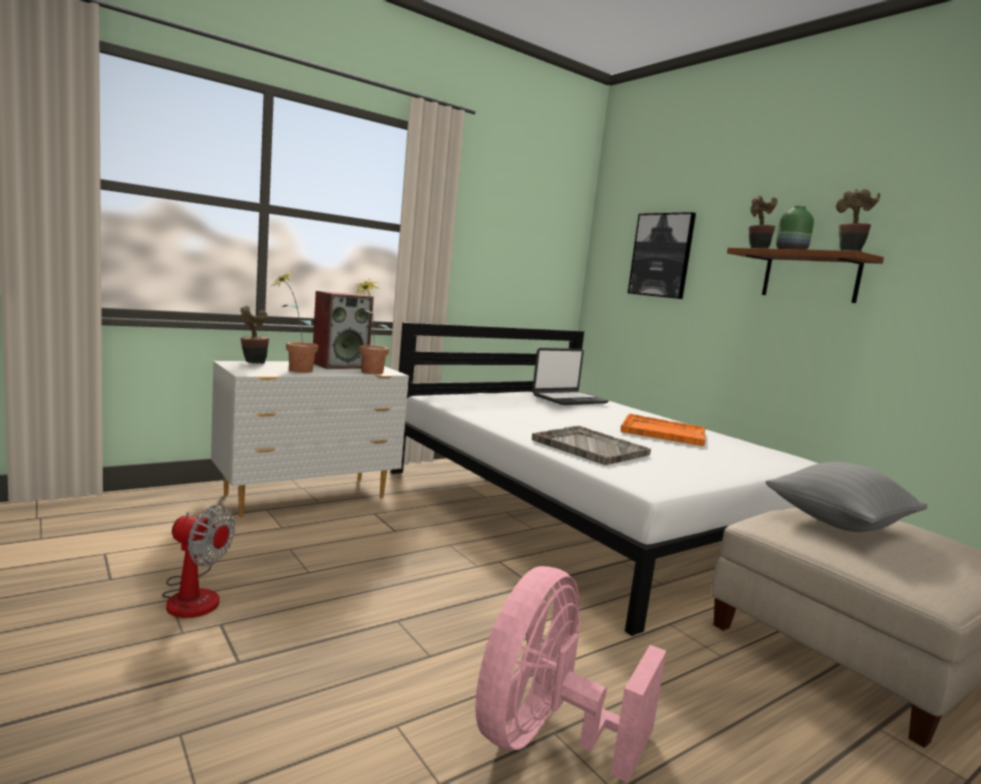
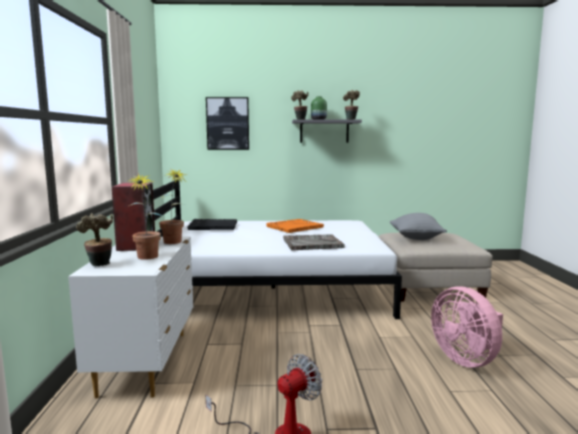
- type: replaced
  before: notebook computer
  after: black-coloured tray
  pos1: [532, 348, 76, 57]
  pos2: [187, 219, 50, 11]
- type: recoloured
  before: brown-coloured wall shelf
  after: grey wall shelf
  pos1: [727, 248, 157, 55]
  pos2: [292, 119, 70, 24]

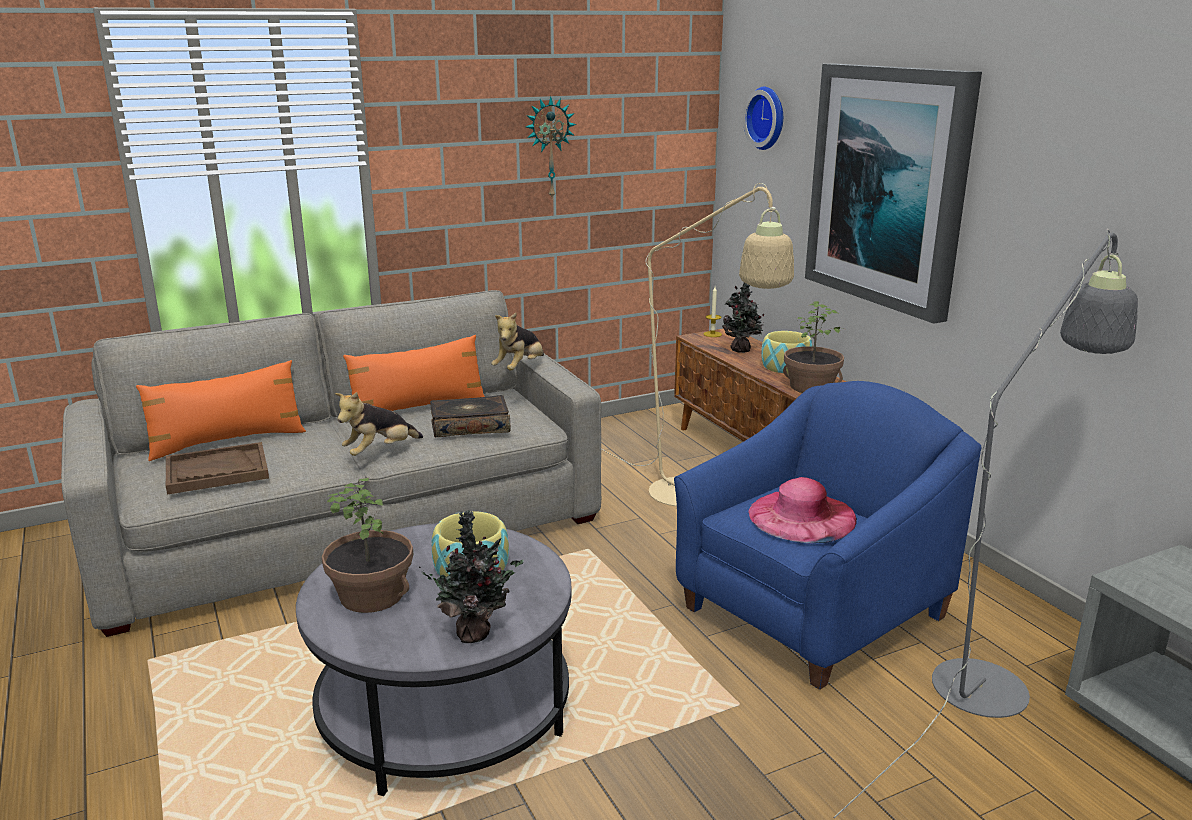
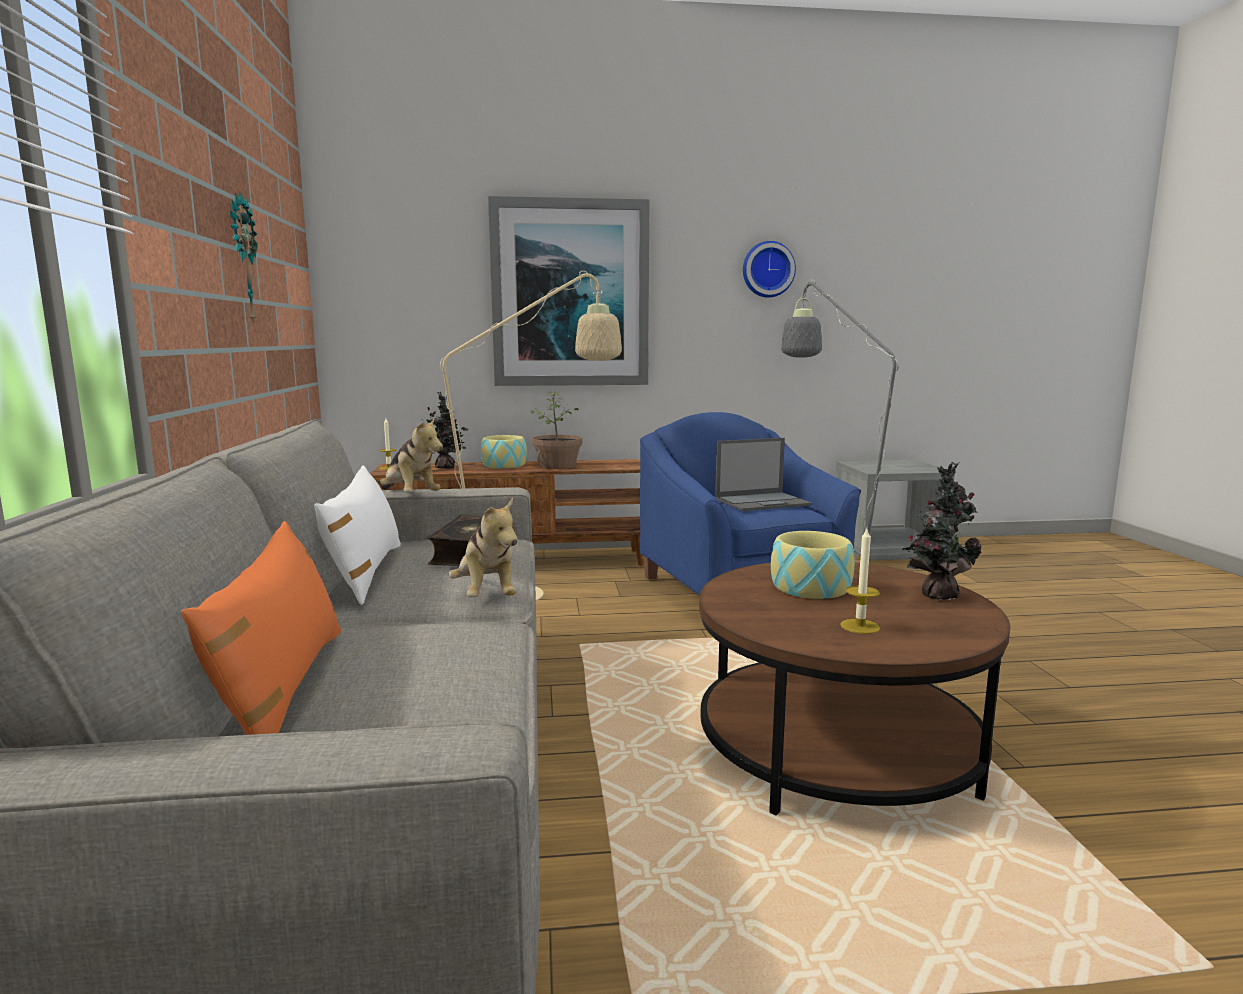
- type: removed
  before: brown-coloured tray
  pos1: [166, 442, 103, 53]
- type: recoloured
  before: grey low table
  after: brown-coloured low table
  pos1: [296, 523, 276, 273]
  pos2: [699, 563, 312, 252]
- type: replaced
  before: plant in a pot
  after: wax candle
  pos1: [322, 478, 91, 135]
  pos2: [840, 529, 40, 105]
- type: recoloured
  before: orangey pillow
  after: whitish pillow
  pos1: [343, 335, 142, 76]
  pos2: [314, 465, 87, 140]
- type: moved
  before: wall clock
  pos1: [743, 87, 40, 63]
  pos2: [743, 241, 53, 57]
- type: replaced
  before: pinkish wearable hat
  after: notebook computer
  pos1: [748, 477, 109, 66]
  pos2: [715, 438, 97, 73]

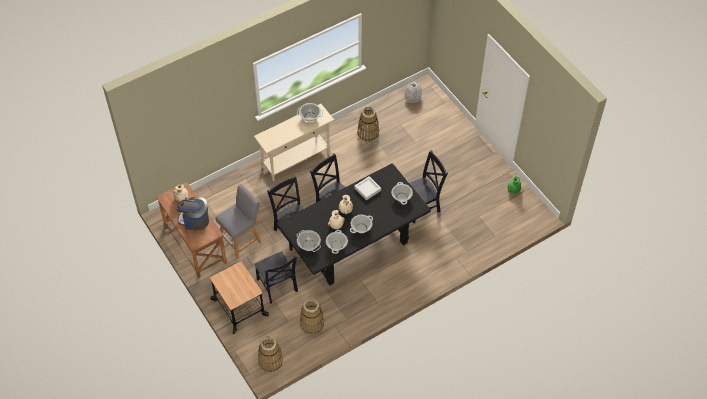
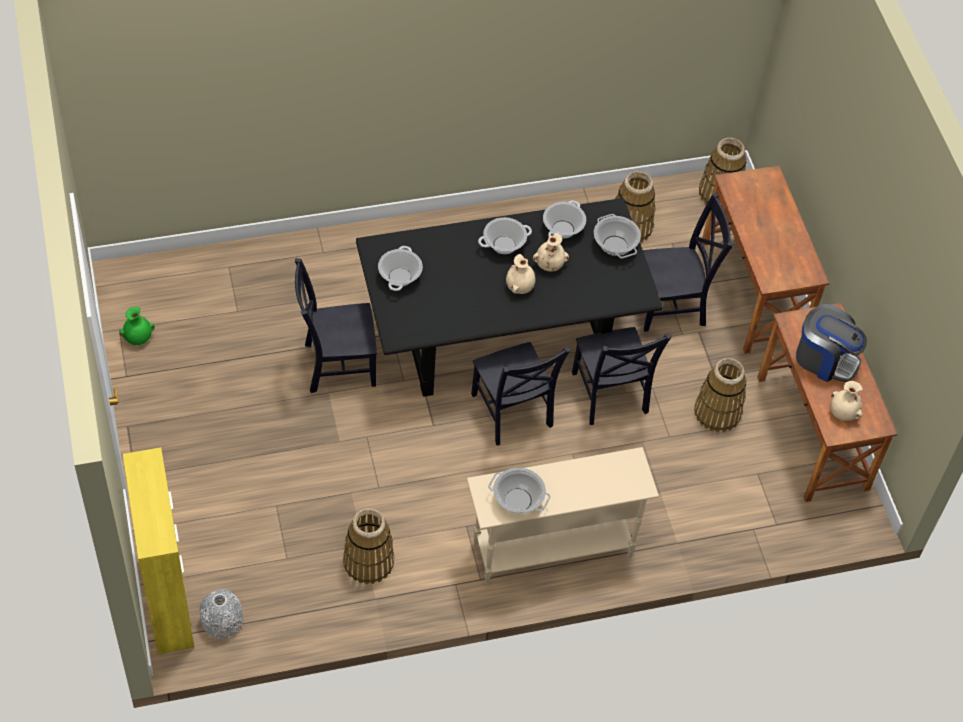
- type: replaced
  before: trolley
  after: brown-coloured desk unit
  pos1: [210, 261, 59, 73]
  pos2: [702, 166, 127, 188]
- type: replaced
  before: grey stool
  after: basket
  pos1: [216, 184, 45, 75]
  pos2: [694, 358, 52, 74]
- type: turned
  before: black-coloured chair
  pos1: [254, 251, 44, 53]
  pos2: [643, 193, 90, 139]
  turn: 90
- type: removed
  before: grey tray
  pos1: [355, 176, 26, 24]
- type: added
  after: yellow-coloured cabinet
  pos2: [123, 447, 71, 207]

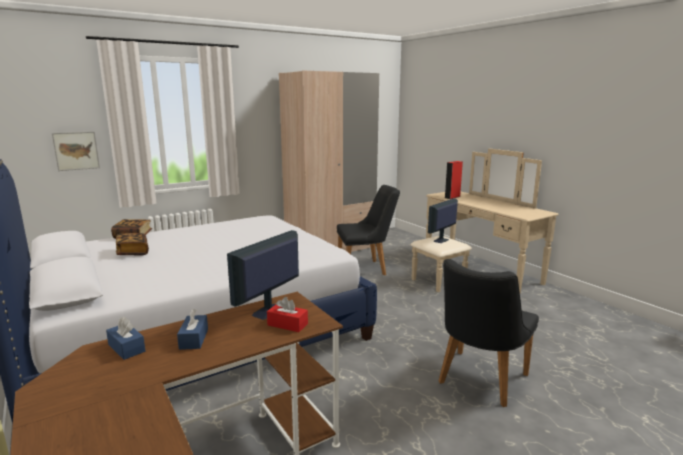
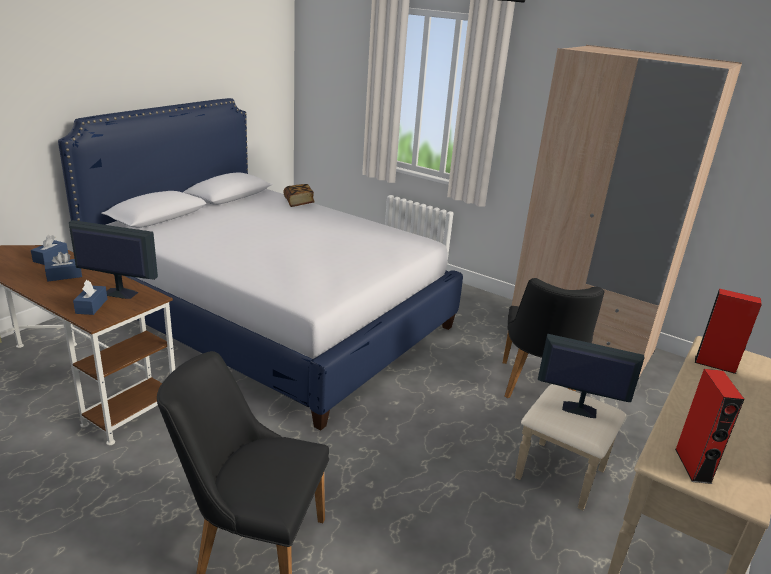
- type: removed
  before: wall picture
  pos1: [52, 132, 48, 39]
- type: removed
  before: book
  pos1: [116, 233, 33, 23]
- type: recoloured
  before: red tissue box
  after: blue-coloured tissue box
  pos1: [267, 297, 41, 35]
  pos2: [73, 280, 34, 35]
- type: turned
  before: black-coloured chair
  pos1: [337, 185, 63, 90]
  pos2: [503, 278, 101, 120]
  turn: 45
- type: added
  after: red loudspeaker
  pos2: [675, 369, 69, 115]

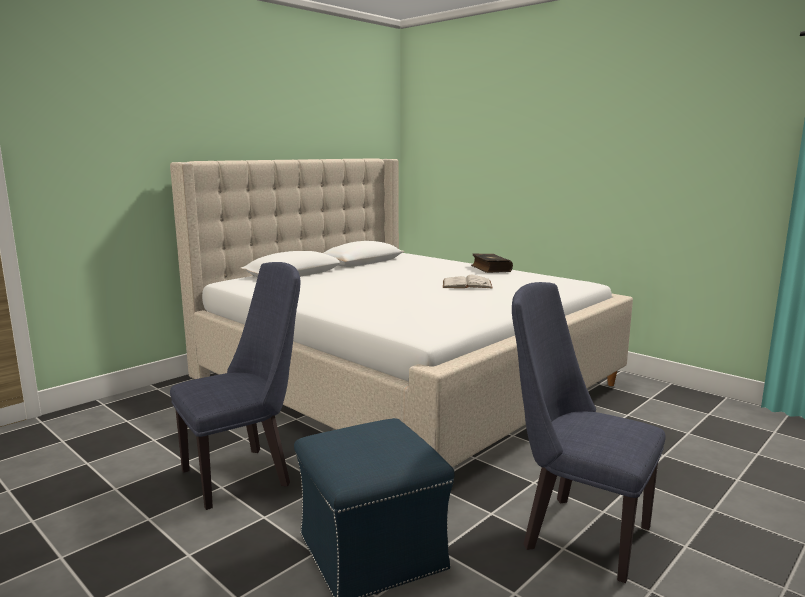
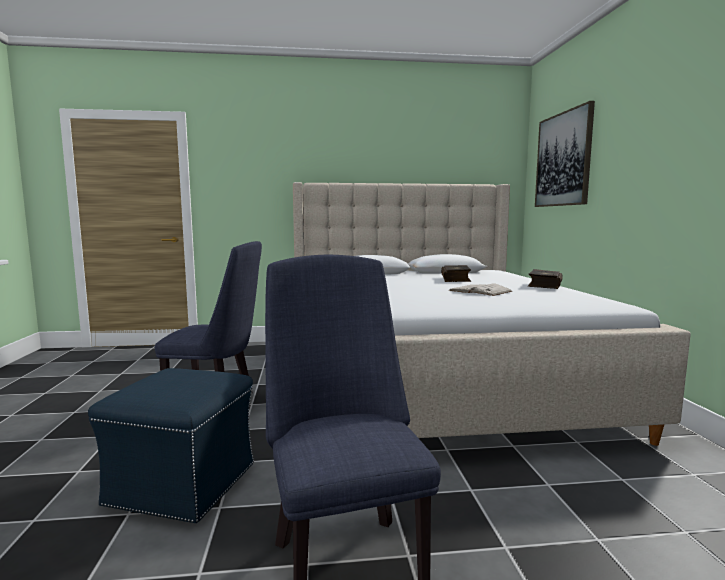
- type: added
  after: book
  pos2: [441, 265, 30, 17]
- type: added
  after: wall picture
  pos2: [535, 101, 60, 106]

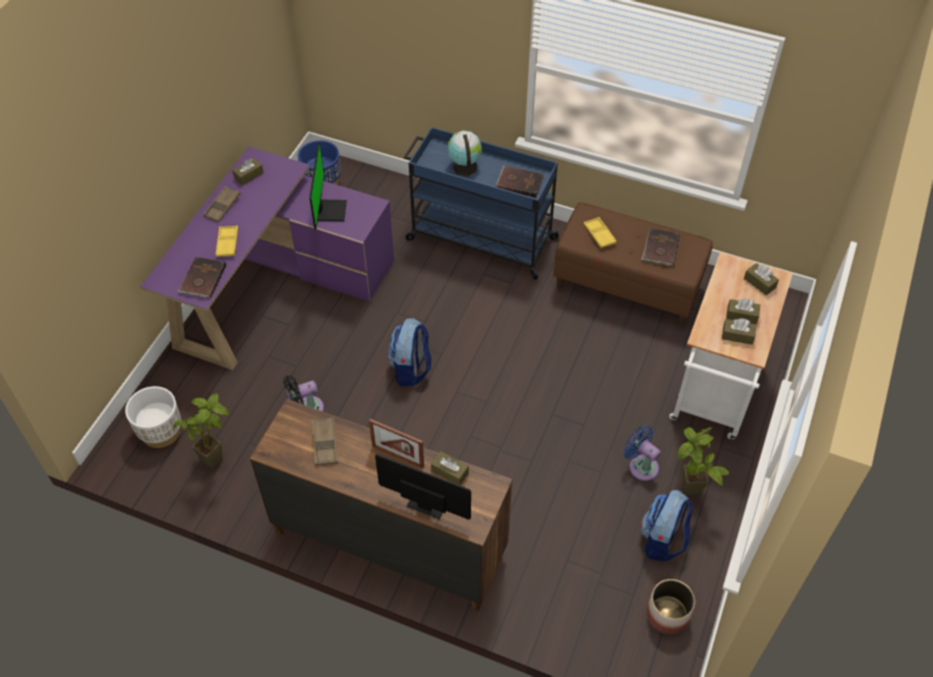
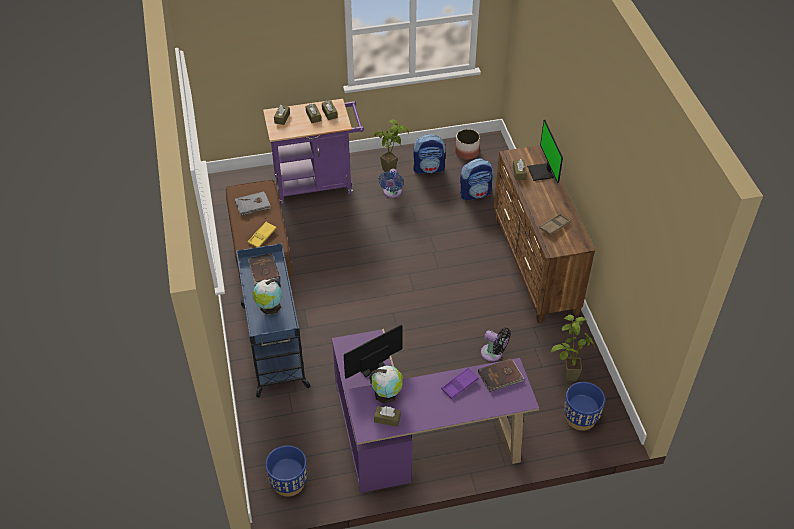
- type: recoloured
  before: whitish plant pot
  after: blue-coloured plant pot
  pos1: [125, 386, 56, 62]
  pos2: [564, 382, 41, 49]
- type: removed
  before: brown-coloured tray
  pos1: [203, 186, 38, 37]
- type: recoloured
  before: yellow-coloured tray
  after: purple-coloured tray
  pos1: [215, 225, 23, 32]
  pos2: [441, 368, 38, 31]
- type: removed
  before: standing frame
  pos1: [369, 419, 55, 49]
- type: moved
  before: rucksack
  pos1: [388, 318, 43, 68]
  pos2: [460, 158, 33, 42]
- type: recoloured
  before: brown-coloured book
  after: grey book
  pos1: [641, 228, 39, 39]
  pos2: [235, 191, 36, 25]
- type: recoloured
  before: whitish trolley
  after: purple-coloured trolley
  pos1: [669, 252, 124, 188]
  pos2: [263, 99, 101, 106]
- type: added
  after: globe
  pos2: [369, 365, 34, 39]

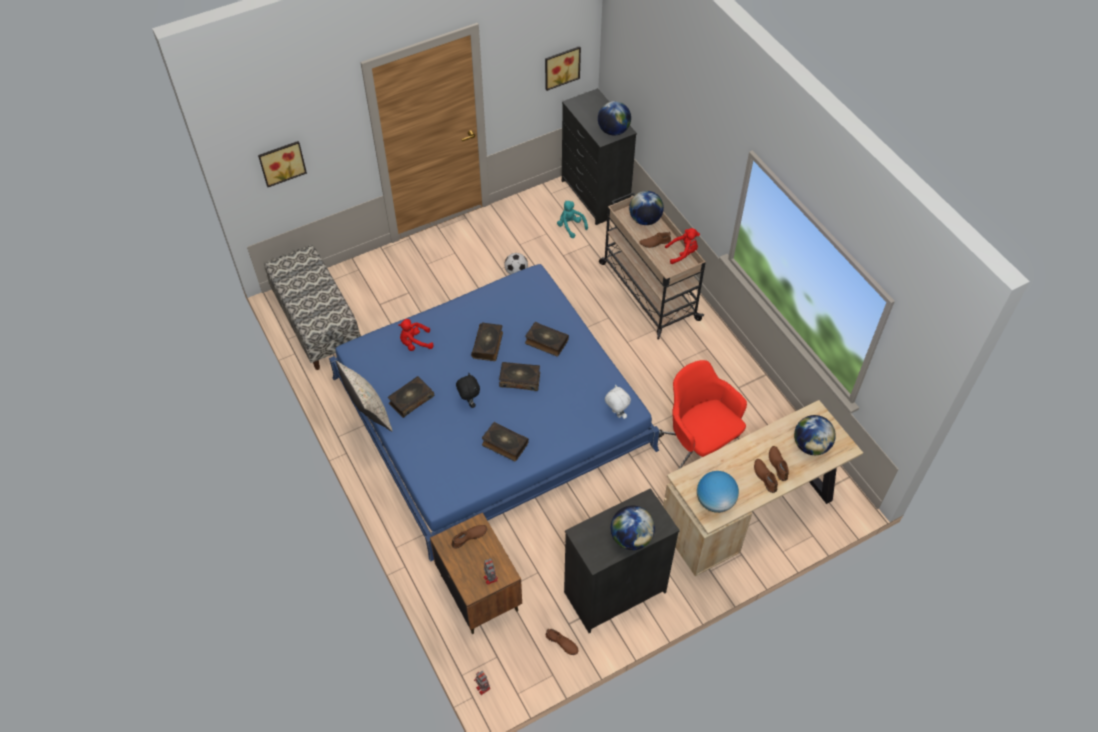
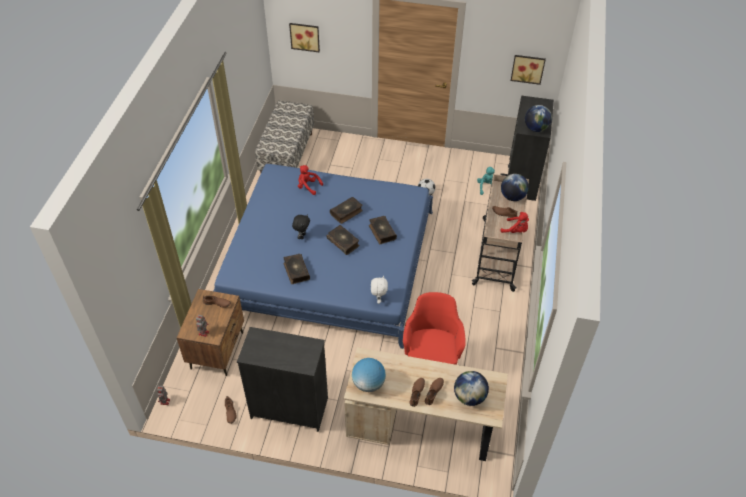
- type: removed
  before: sand-coloured pillow
  pos1: [336, 361, 57, 70]
- type: removed
  before: book
  pos1: [388, 376, 46, 42]
- type: removed
  before: globe
  pos1: [611, 506, 44, 44]

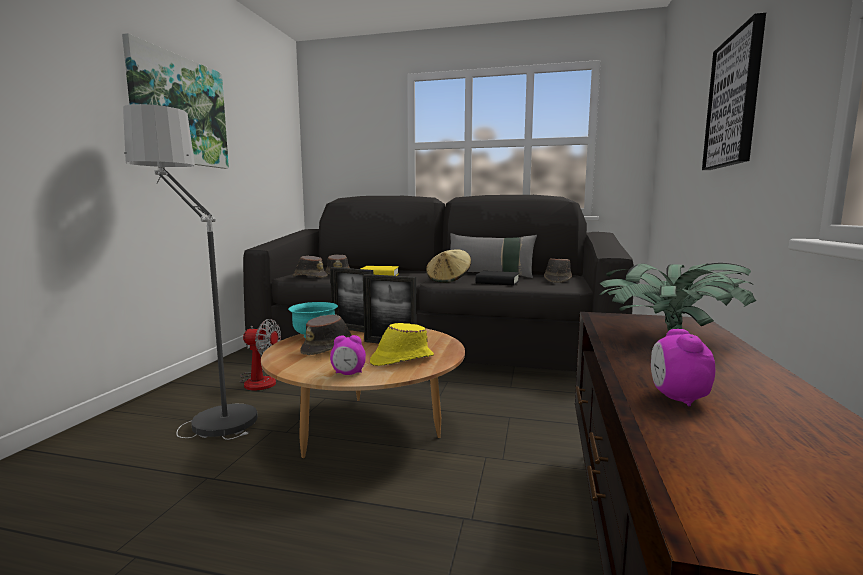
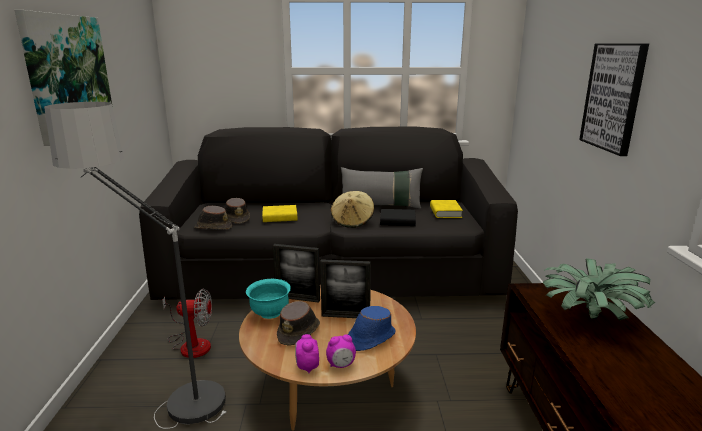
- type: recoloured
  before: yellow-coloured wearable hat
  after: blue-coloured wearable hat
  pos1: [370, 323, 64, 43]
  pos2: [348, 306, 48, 45]
- type: replaced
  before: brown-coloured wearable hat
  after: yellow-coloured book
  pos1: [544, 258, 28, 25]
  pos2: [430, 200, 33, 18]
- type: moved
  before: alarm clock
  pos1: [651, 329, 64, 78]
  pos2: [295, 334, 24, 39]

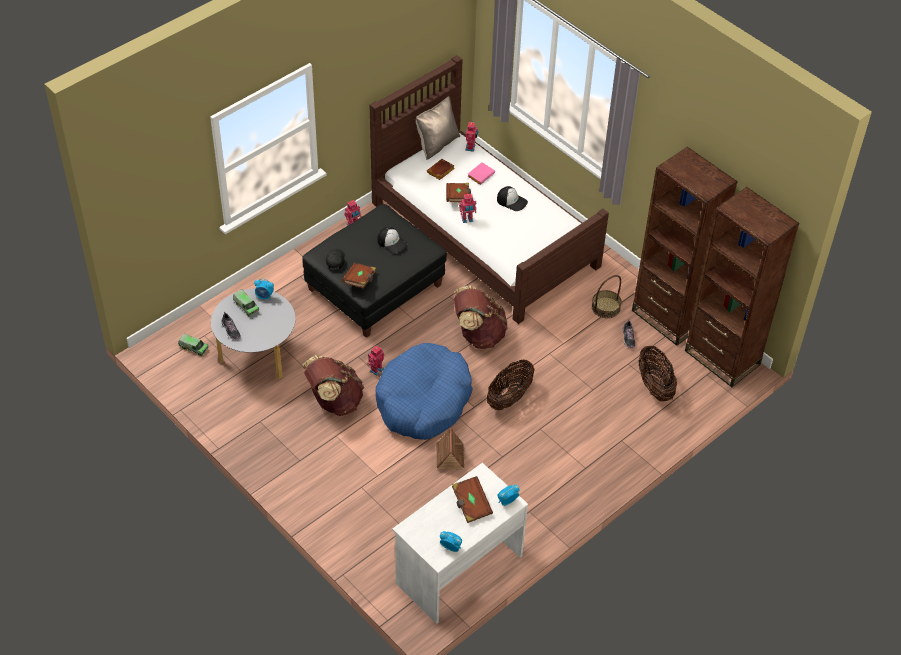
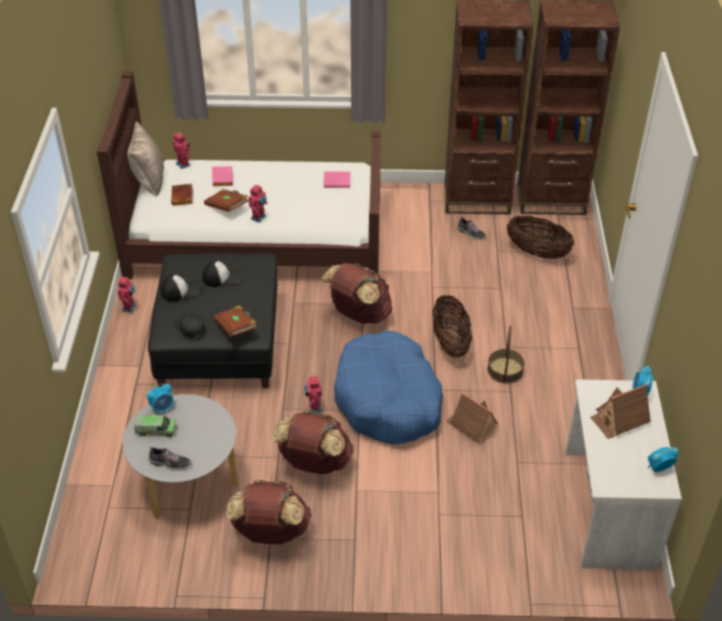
- type: removed
  before: toy truck
  pos1: [178, 334, 31, 22]
- type: replaced
  before: brown-coloured book
  after: model house
  pos1: [452, 476, 41, 47]
  pos2: [590, 384, 61, 55]
- type: moved
  before: cap
  pos1: [497, 186, 31, 25]
  pos2: [161, 275, 40, 27]
- type: moved
  before: basket
  pos1: [592, 275, 30, 43]
  pos2: [487, 325, 38, 59]
- type: added
  after: brown-coloured rucksack
  pos2: [226, 480, 86, 64]
- type: added
  after: pinkish book
  pos2: [324, 172, 26, 16]

